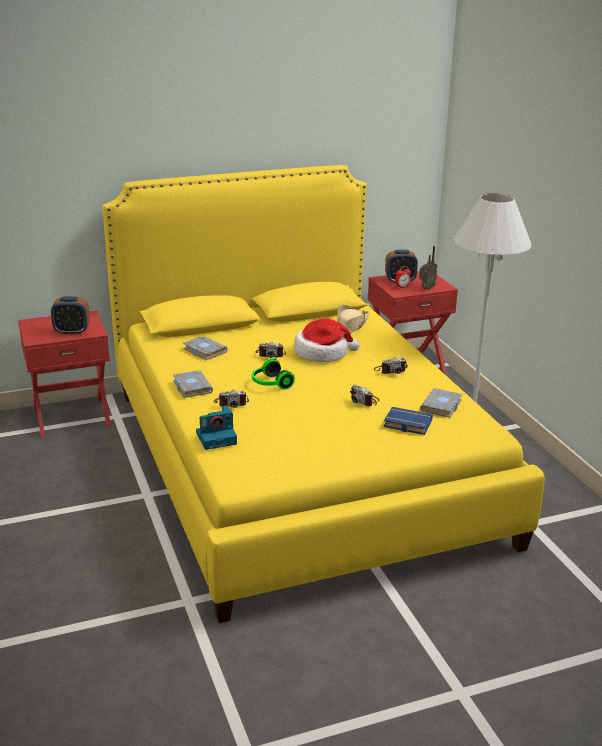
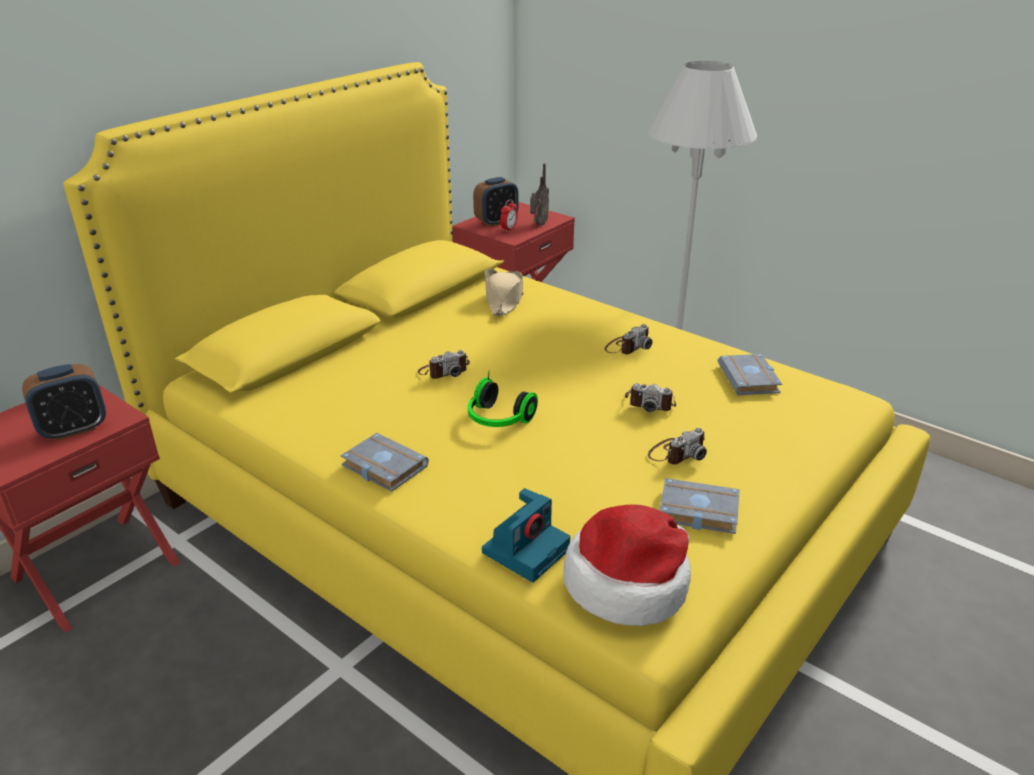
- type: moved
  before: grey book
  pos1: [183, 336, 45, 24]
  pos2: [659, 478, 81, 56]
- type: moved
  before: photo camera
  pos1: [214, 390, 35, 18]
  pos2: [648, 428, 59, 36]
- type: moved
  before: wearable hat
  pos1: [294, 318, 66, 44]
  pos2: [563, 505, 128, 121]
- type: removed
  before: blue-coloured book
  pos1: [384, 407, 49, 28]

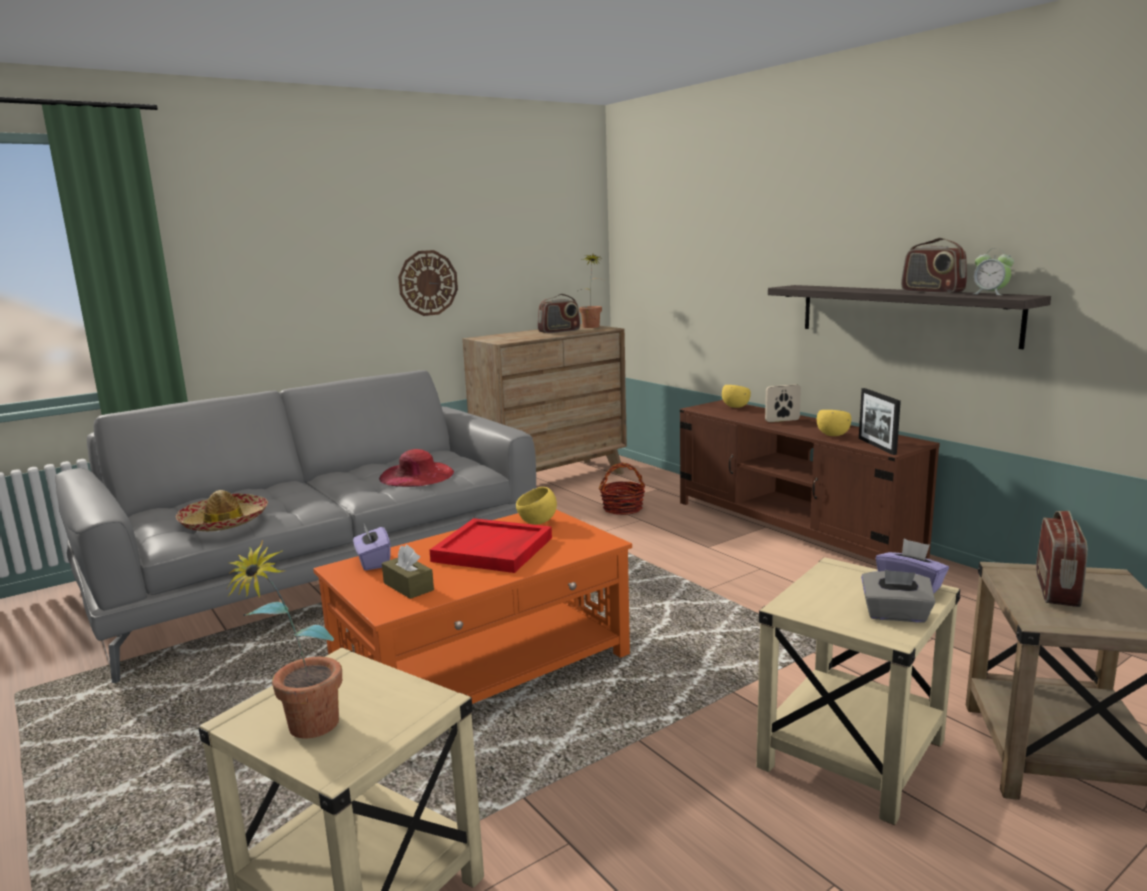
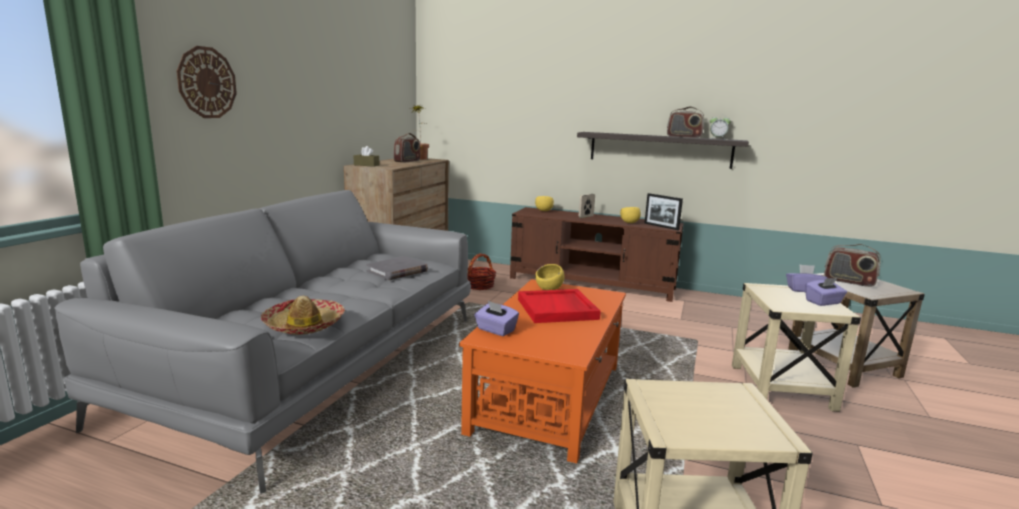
- type: removed
  before: plant in a pot
  pos1: [227, 540, 115, 198]
- type: replaced
  before: red wearable hat
  after: grey book
  pos1: [379, 449, 75, 38]
  pos2: [366, 256, 62, 24]
- type: moved
  before: brown-coloured tissue box
  pos1: [382, 545, 52, 54]
  pos2: [354, 146, 25, 21]
- type: moved
  before: wall clock
  pos1: [398, 250, 60, 66]
  pos2: [177, 46, 60, 72]
- type: recoloured
  before: grey tissue box
  after: purple-coloured tissue box
  pos1: [861, 570, 75, 52]
  pos2: [805, 278, 42, 28]
- type: turned
  before: radio
  pos1: [1036, 511, 52, 96]
  pos2: [824, 244, 57, 43]
  turn: 135

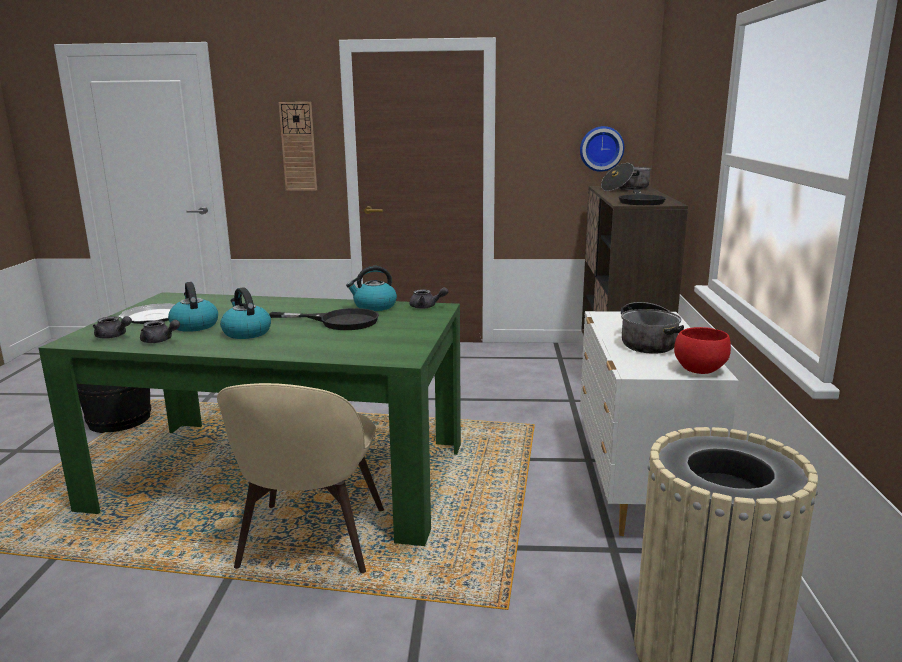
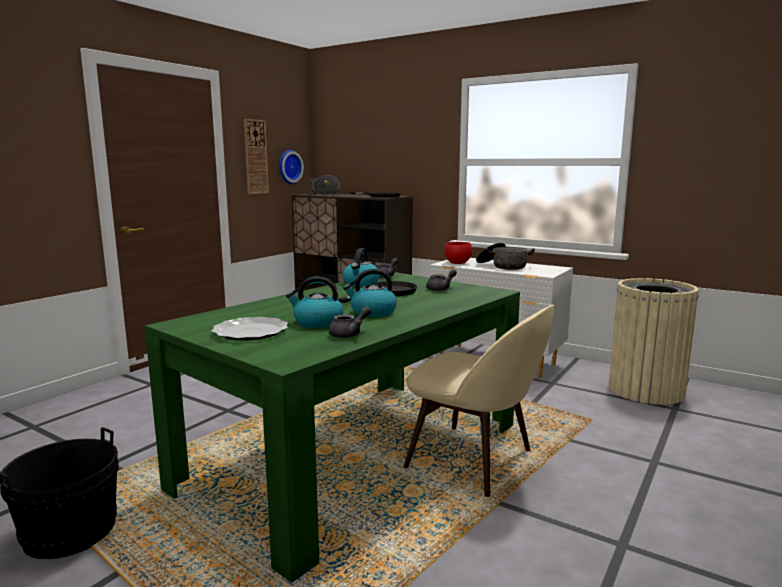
- type: moved
  before: grey tea pot
  pos1: [93, 316, 39, 23]
  pos2: [426, 269, 31, 22]
- type: moved
  before: wall clock
  pos1: [279, 102, 38, 89]
  pos2: [244, 119, 25, 75]
- type: moved
  before: red deep dish
  pos1: [674, 327, 57, 47]
  pos2: [445, 242, 27, 22]

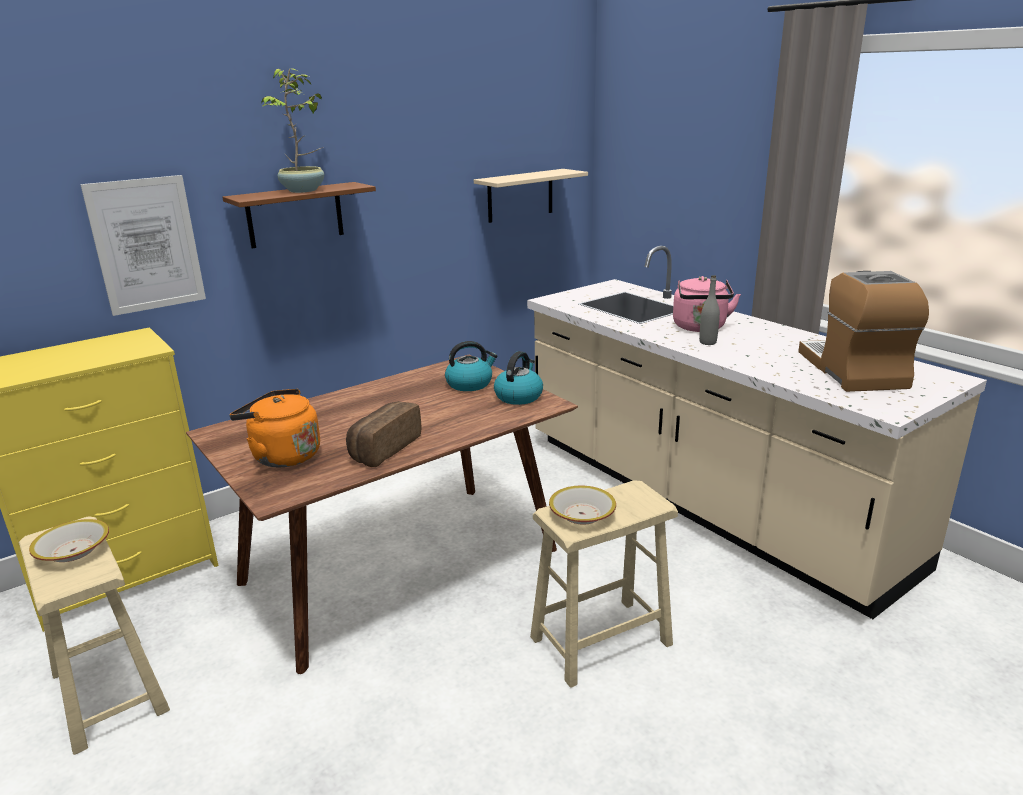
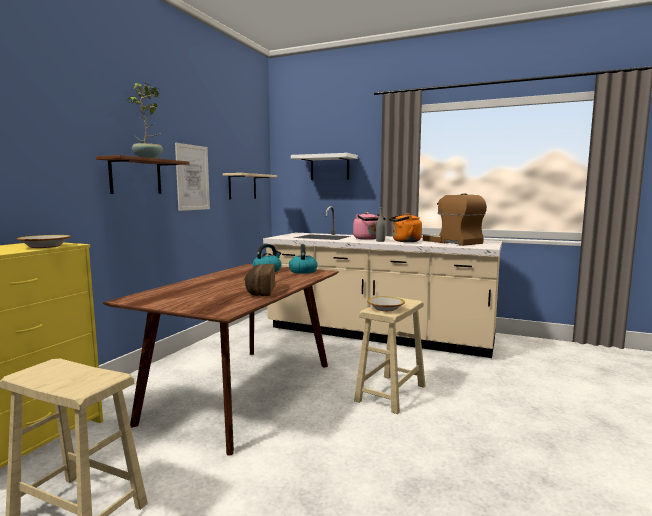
- type: moved
  before: deep dish
  pos1: [29, 519, 80, 43]
  pos2: [17, 235, 54, 13]
- type: moved
  before: wall picture
  pos1: [80, 175, 126, 141]
  pos2: [175, 143, 35, 68]
- type: moved
  before: orangey tea kettle
  pos1: [229, 389, 91, 78]
  pos2: [389, 213, 33, 29]
- type: added
  after: whitish wall shelf
  pos2: [291, 153, 67, 27]

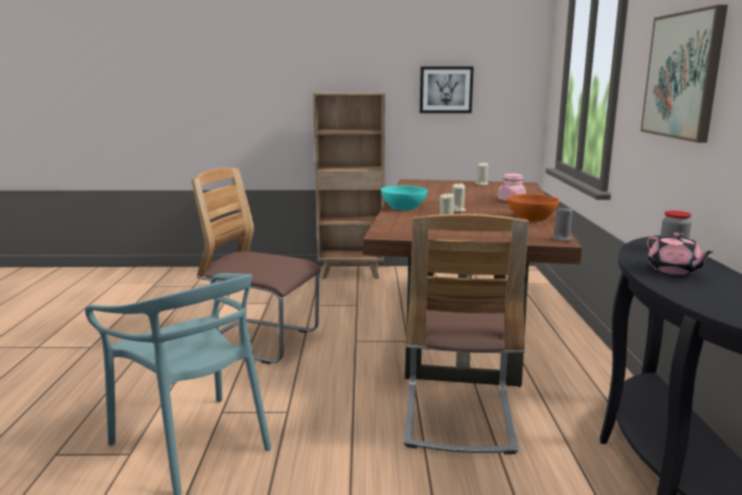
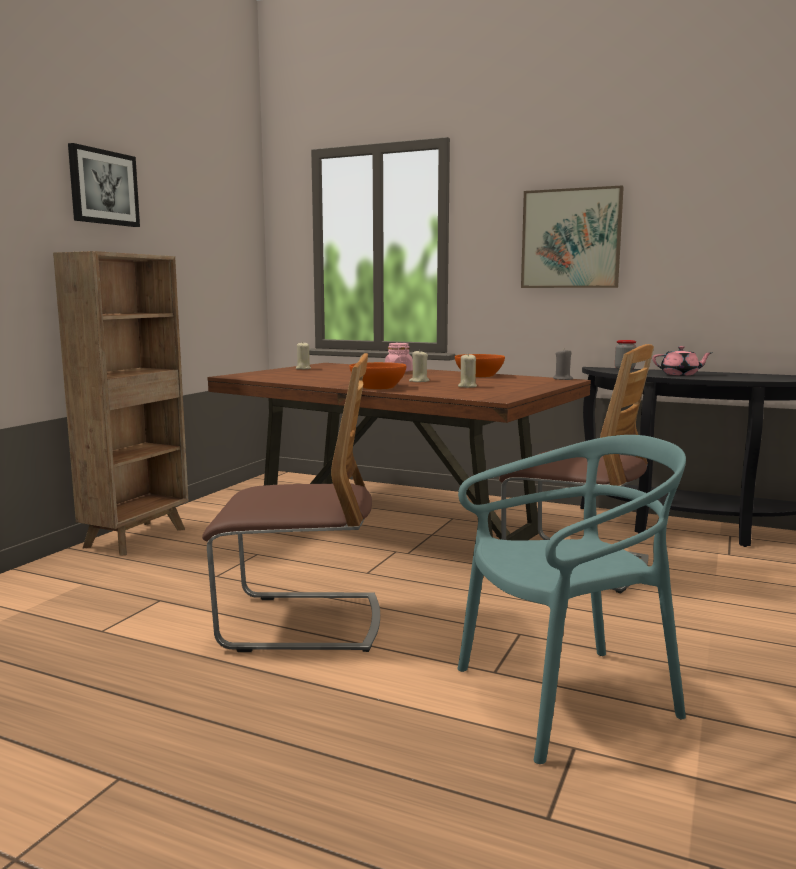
- type: turned
  before: chair
  pos1: [191, 168, 130, 196]
  pos2: [202, 353, 178, 299]
  turn: -135
- type: recoloured
  before: turquoise-coloured deep dish
  after: orangey deep dish
  pos1: [381, 186, 46, 24]
  pos2: [349, 362, 58, 27]
- type: moved
  before: wall picture
  pos1: [420, 66, 54, 47]
  pos2: [68, 143, 72, 84]

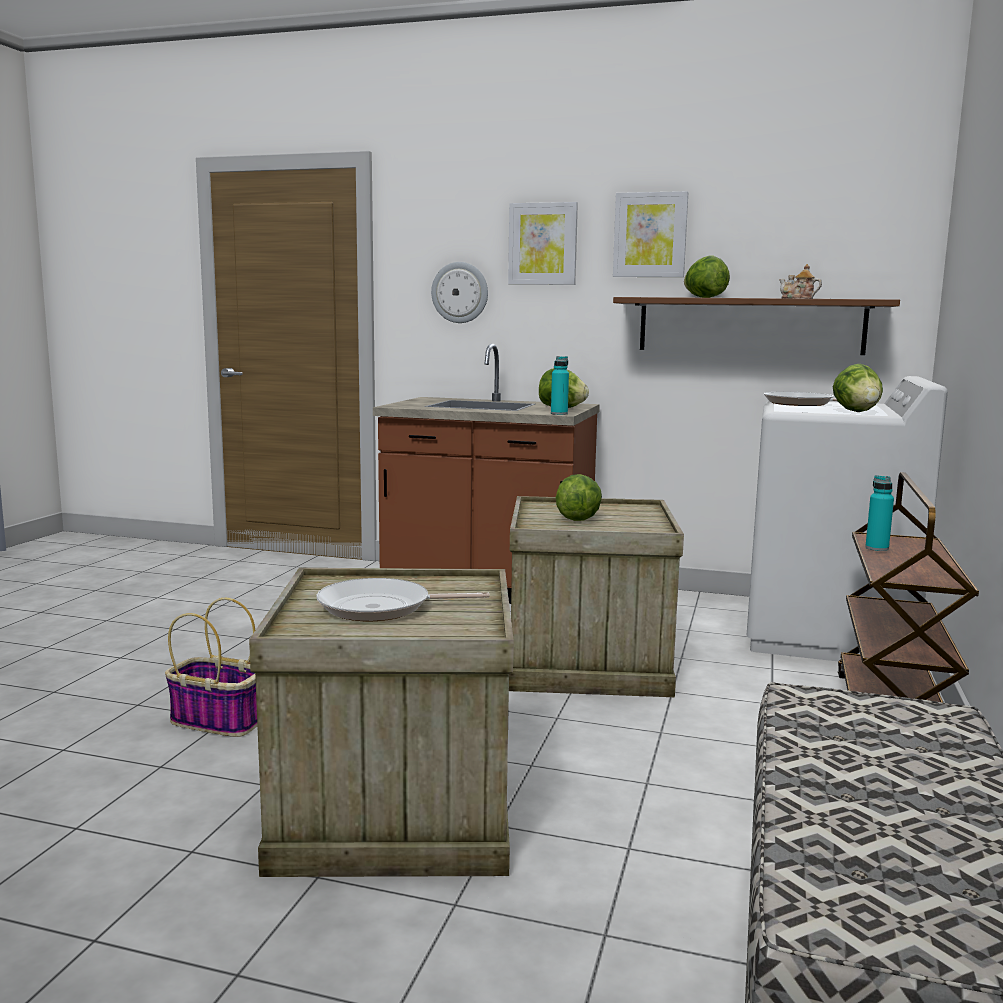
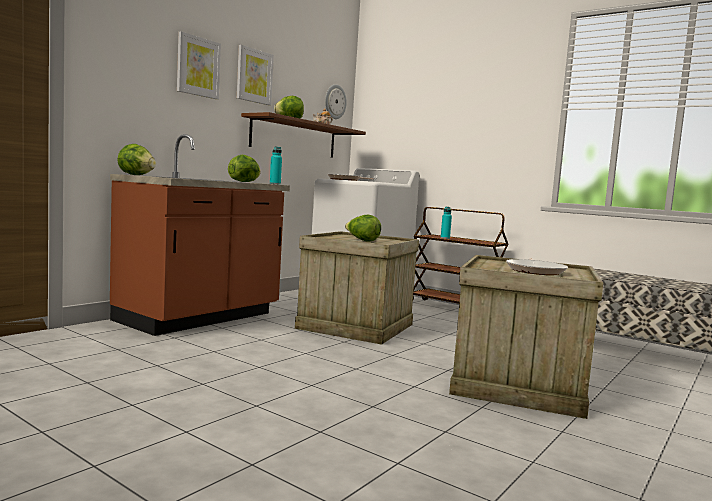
- type: removed
  before: basket
  pos1: [165, 598, 92, 139]
- type: moved
  before: wall clock
  pos1: [431, 262, 57, 61]
  pos2: [325, 85, 22, 34]
- type: moved
  before: lettuce head
  pos1: [833, 364, 50, 48]
  pos2: [117, 144, 39, 31]

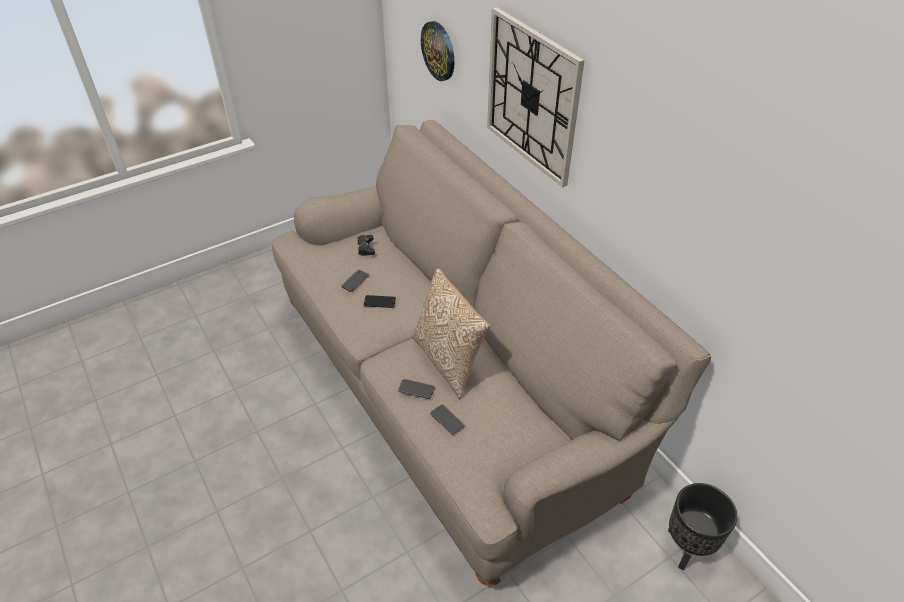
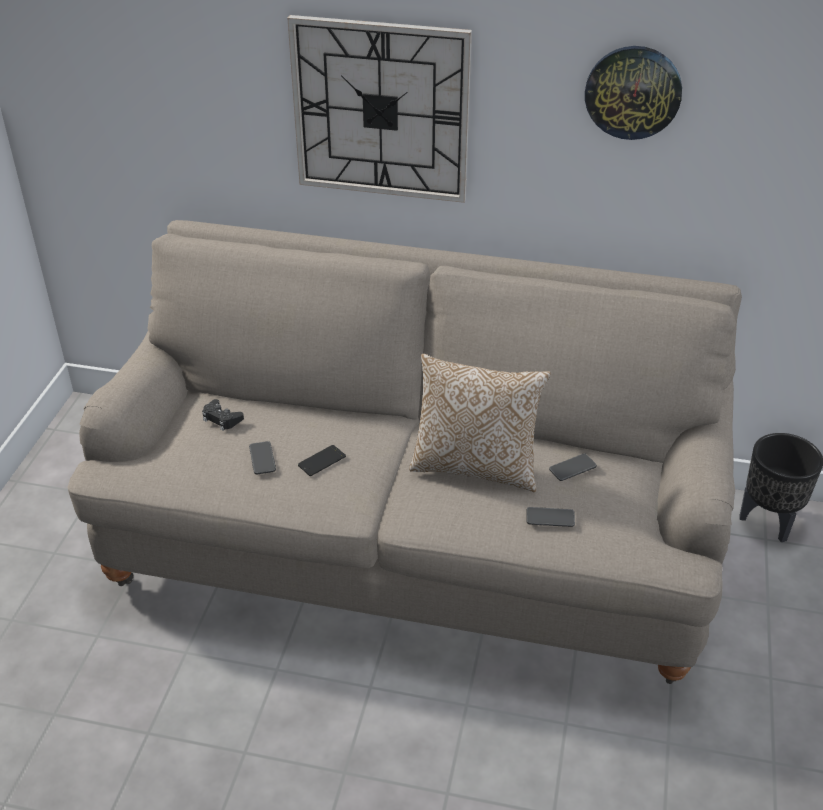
- type: moved
  before: telephone
  pos1: [398, 379, 37, 20]
  pos2: [549, 454, 48, 27]
- type: moved
  before: wall clock
  pos1: [421, 21, 33, 60]
  pos2: [585, 46, 97, 94]

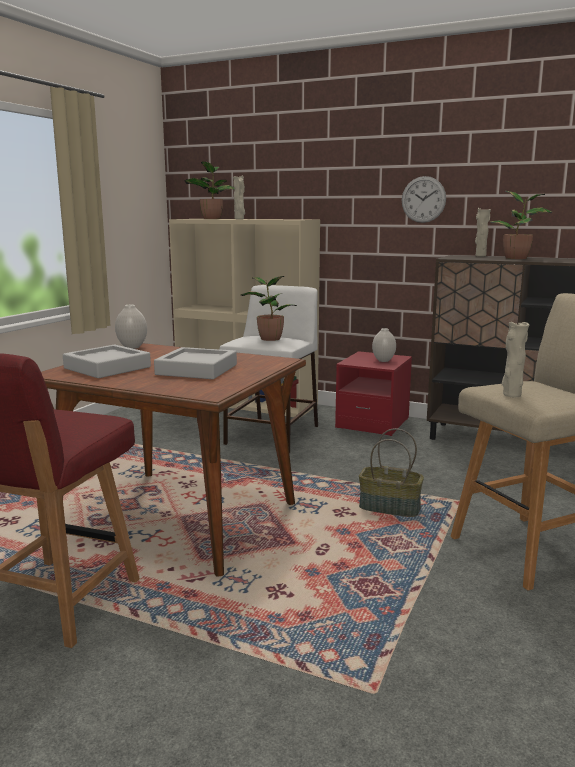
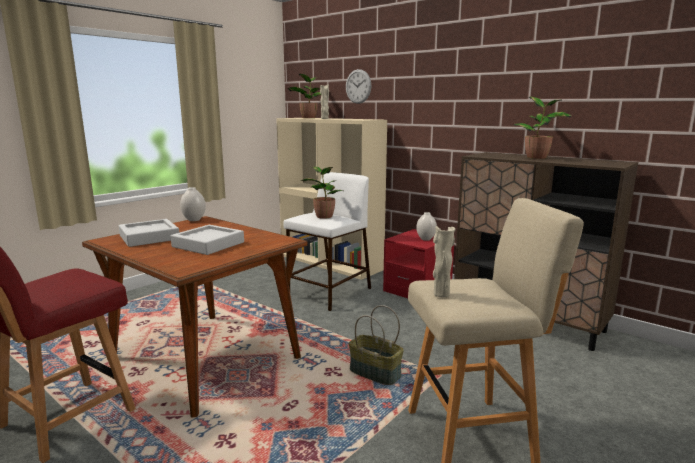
- type: moved
  before: wall clock
  pos1: [402, 176, 44, 47]
  pos2: [346, 69, 25, 35]
- type: removed
  before: sand-coloured vase
  pos1: [475, 208, 16, 49]

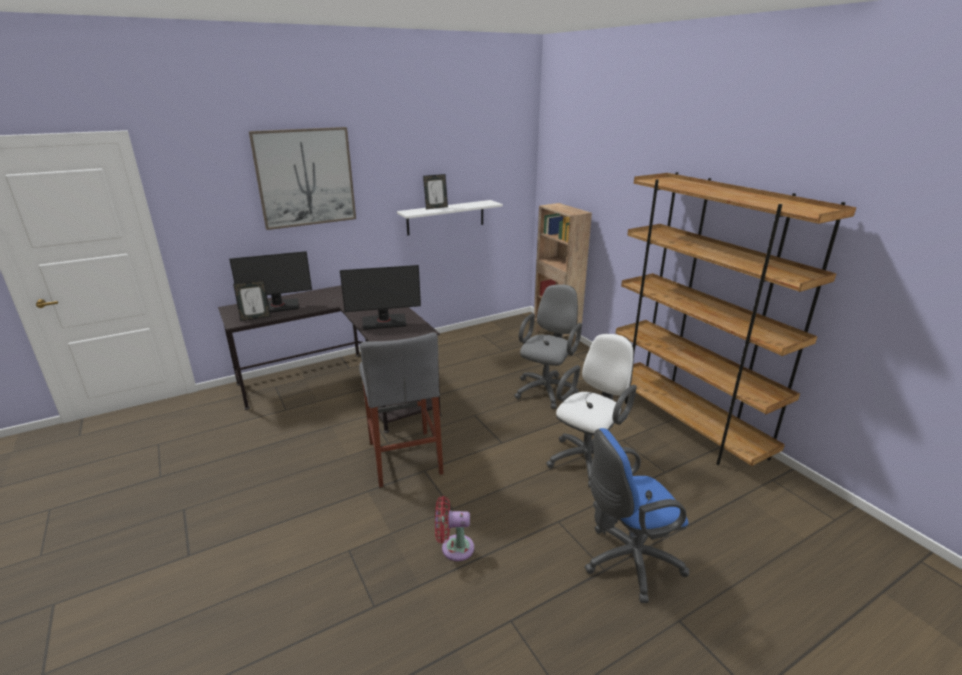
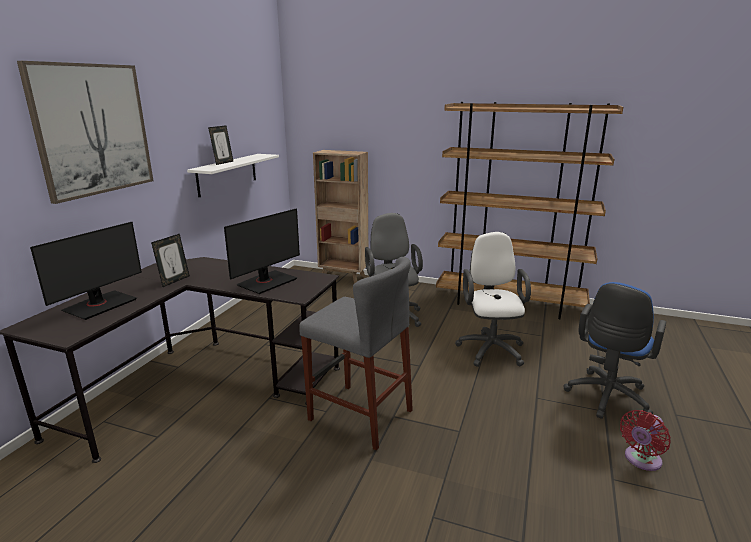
- type: moved
  before: standing frame
  pos1: [233, 280, 38, 41]
  pos2: [151, 234, 39, 53]
- type: moved
  before: red electric fan
  pos1: [435, 496, 39, 65]
  pos2: [620, 410, 51, 61]

